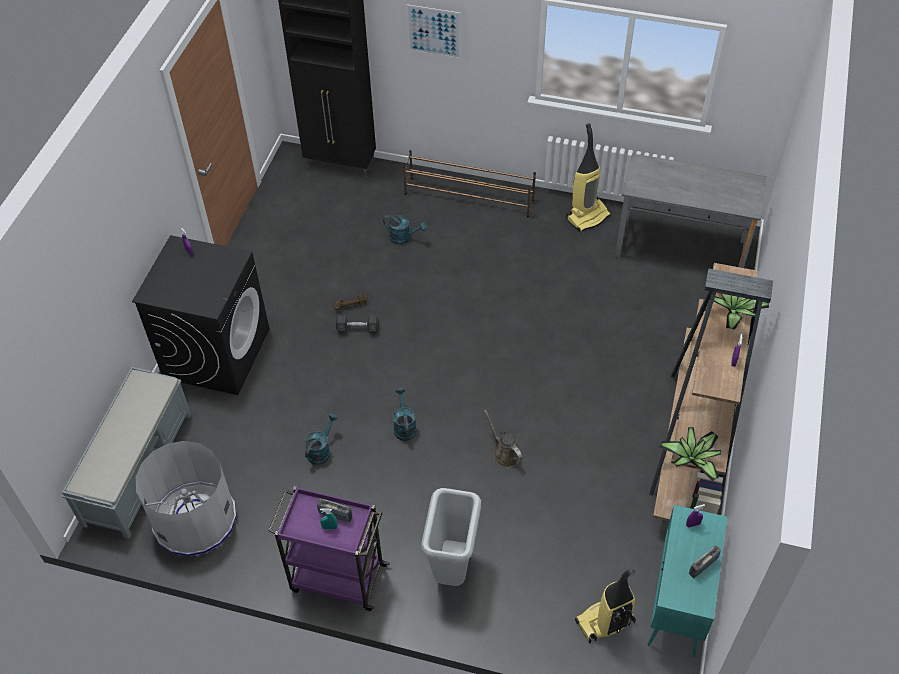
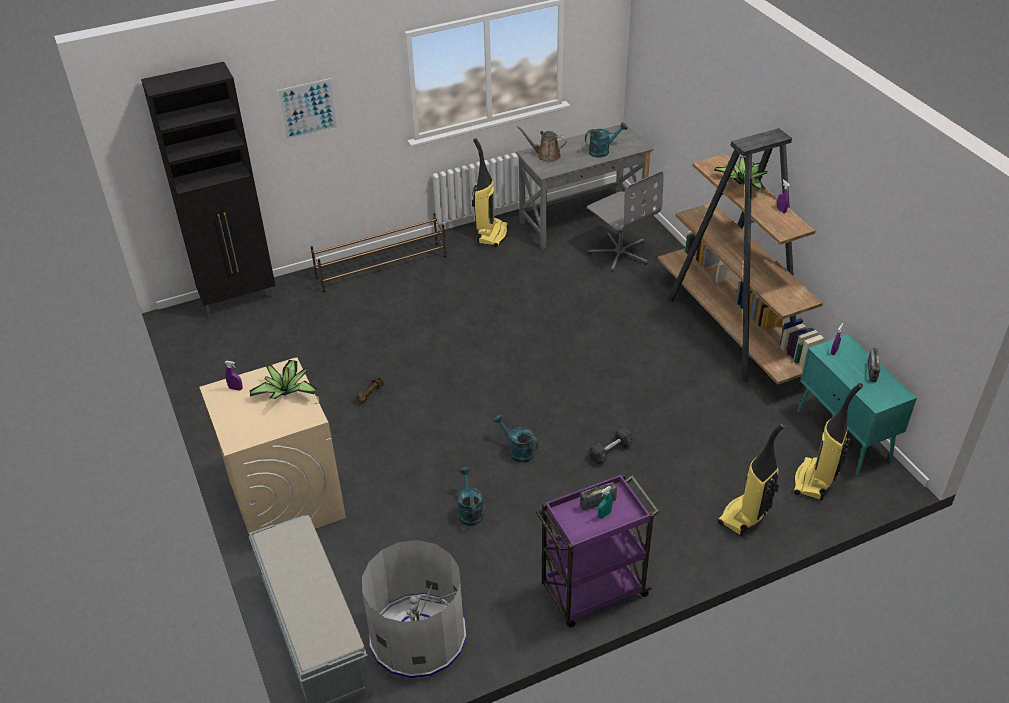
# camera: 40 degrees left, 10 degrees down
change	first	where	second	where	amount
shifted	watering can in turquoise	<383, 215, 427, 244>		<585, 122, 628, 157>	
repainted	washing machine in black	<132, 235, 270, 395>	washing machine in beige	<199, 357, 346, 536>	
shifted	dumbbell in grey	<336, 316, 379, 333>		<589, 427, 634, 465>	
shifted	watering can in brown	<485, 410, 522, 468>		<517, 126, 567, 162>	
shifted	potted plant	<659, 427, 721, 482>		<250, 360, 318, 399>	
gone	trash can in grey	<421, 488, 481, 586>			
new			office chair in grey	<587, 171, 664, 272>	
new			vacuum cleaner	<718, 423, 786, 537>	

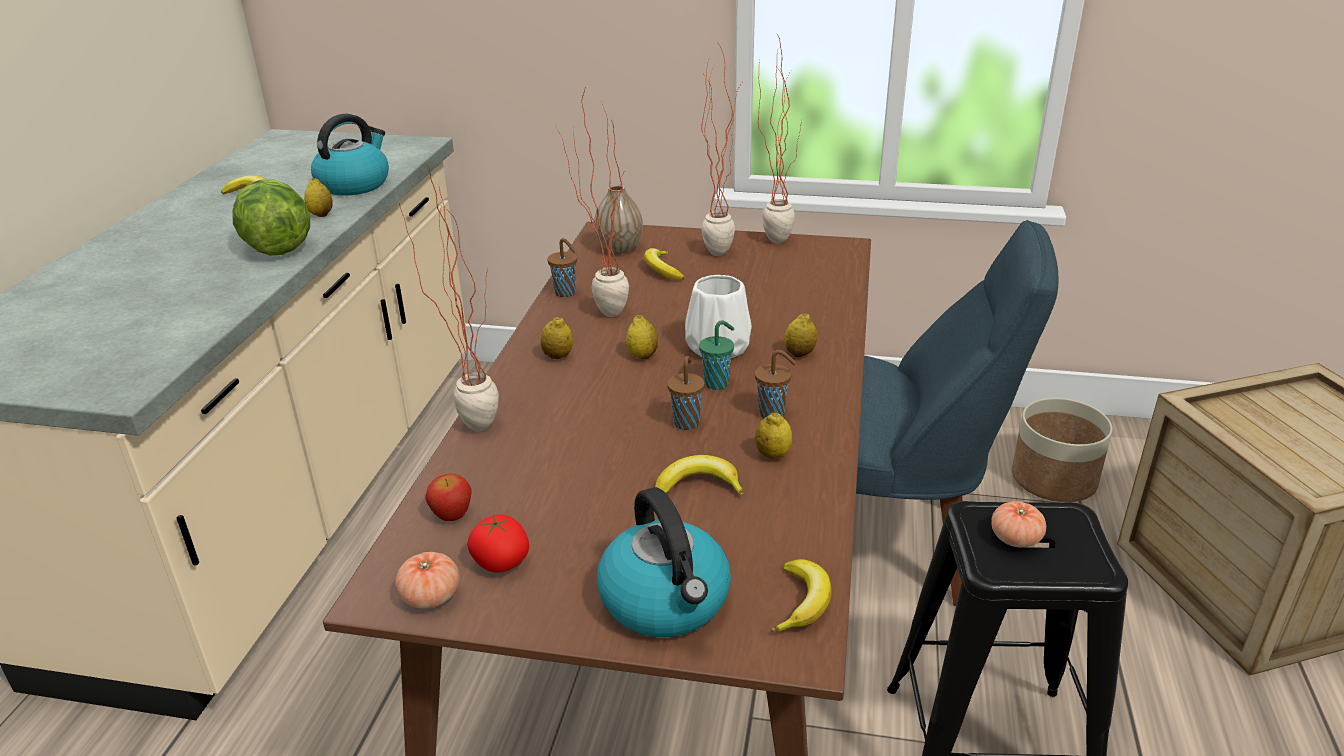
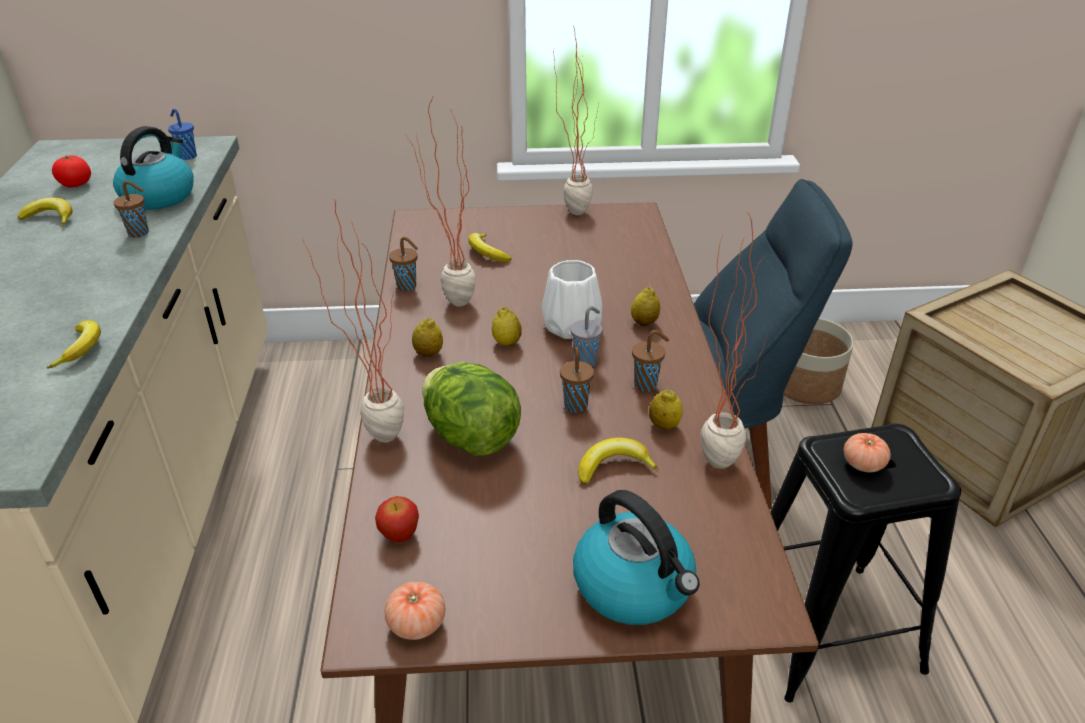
# camera: 15 degrees left, 5 degrees up
change	first	where	second	where	amount
shifted	potted plant	<701, 41, 742, 256>		<700, 212, 767, 469>	
swapped	lemon	<304, 179, 333, 217>	cup in brown	<113, 181, 149, 238>	
shifted	lettuce	<232, 180, 310, 255>		<422, 362, 521, 456>	
gone	vase	<594, 185, 643, 254>			
repainted	cup in green	<699, 320, 734, 390>	cup in grey	<570, 306, 603, 367>	
shifted	tomato	<467, 514, 529, 573>		<52, 155, 91, 188>	
shifted	banana	<771, 559, 832, 632>		<47, 320, 101, 369>	
new			cup in blue	<168, 109, 197, 160>	

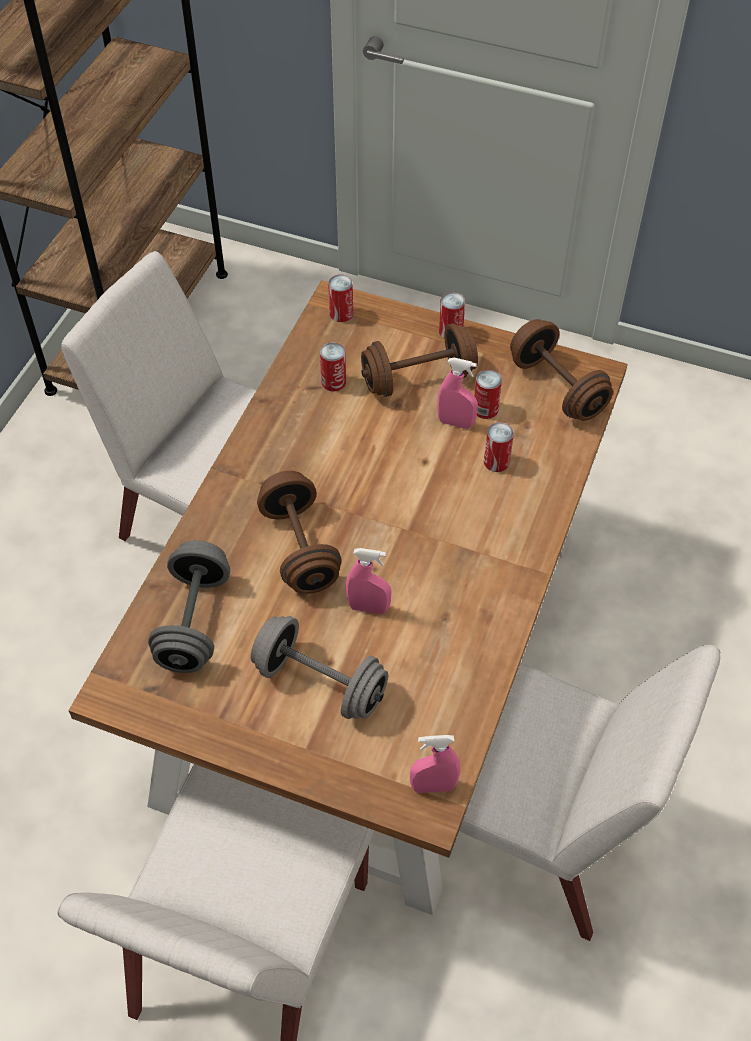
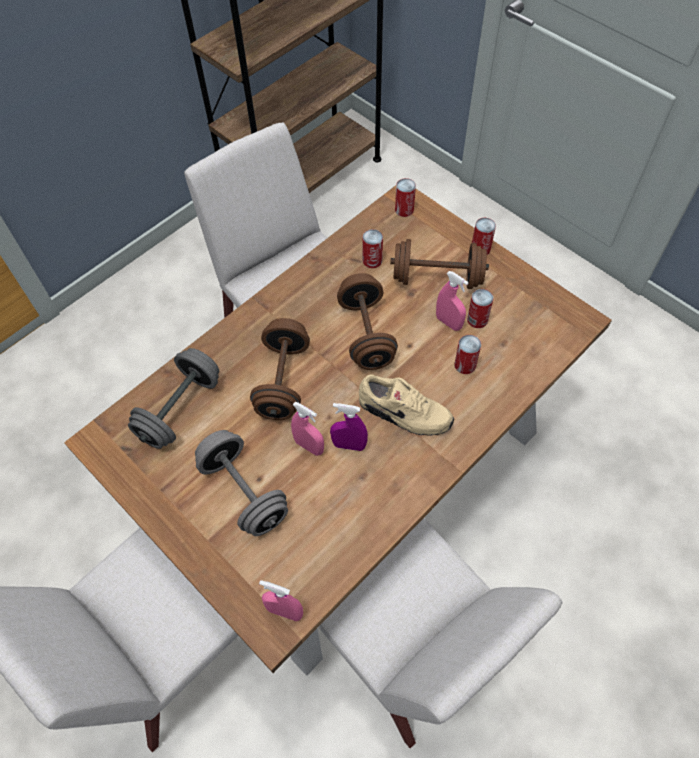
# camera: 25 degrees right, 5 degrees up
change	first	where	second	where	amount
shifted	dumbbell in brown	<510, 319, 613, 421>		<337, 273, 398, 370>	
new			shoe in beige	<359, 374, 454, 436>	
new			spray bottle in purple	<330, 403, 368, 451>	

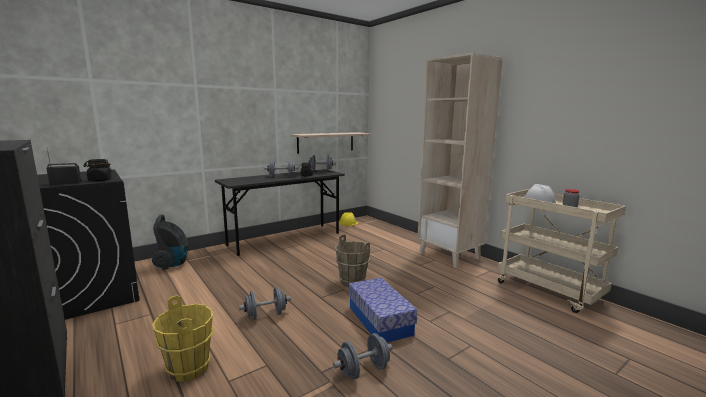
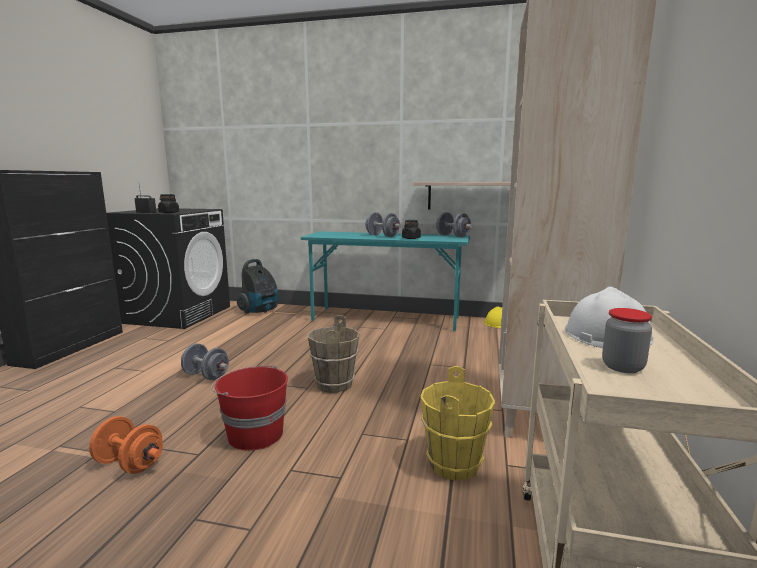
# camera: 50 degrees right, 0 degrees up
change	first	where	second	where	amount
repainted	desk in grey	<215, 169, 345, 256>	desk in turquoise	<301, 231, 470, 331>	
swapped	storage box	<349, 277, 418, 343>	bucket in red	<211, 365, 288, 451>	
shifted	bucket in yellow	<152, 295, 213, 382>		<420, 366, 495, 481>	
repainted	dumbbell in grey	<333, 333, 393, 380>	dumbbell in orange	<89, 416, 163, 474>	

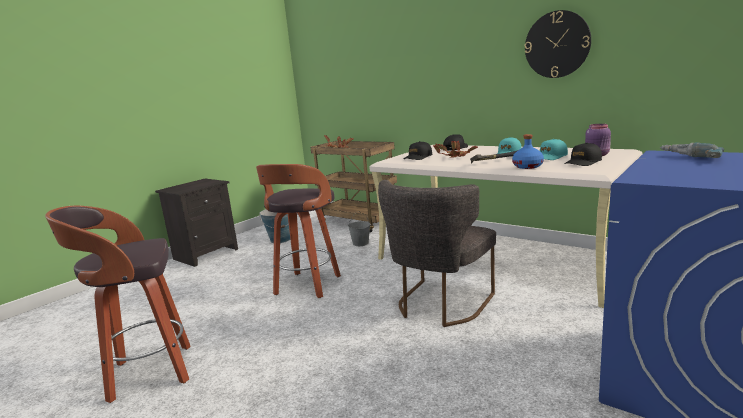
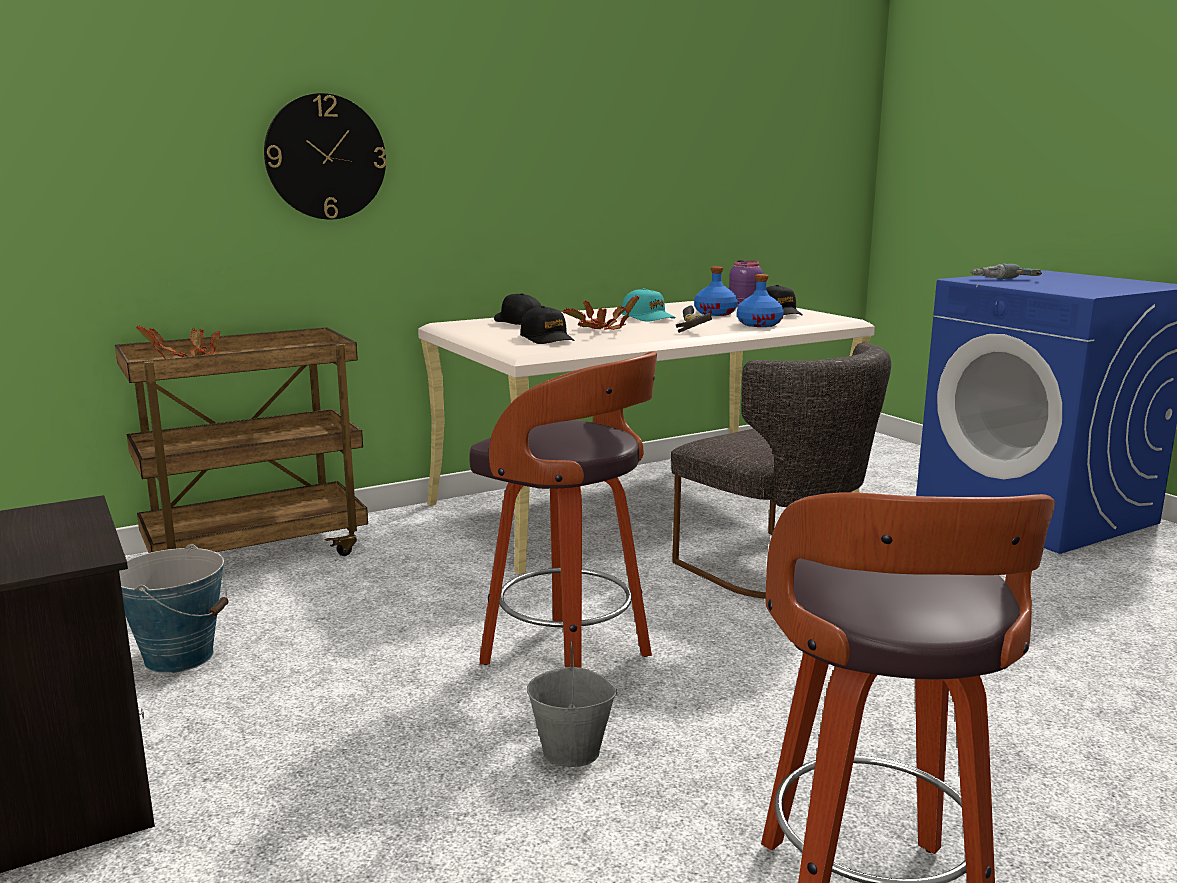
# camera: 70 degrees left, 0 degrees up
change	first	where	second	where	amount
shifted	wall clock	<525, 10, 591, 78>		<264, 93, 386, 220>	
swapped	cap in turquoise	<540, 139, 568, 160>	bottle in blue	<694, 266, 738, 316>	
shifted	bucket in grey	<348, 211, 370, 246>		<527, 642, 617, 767>	

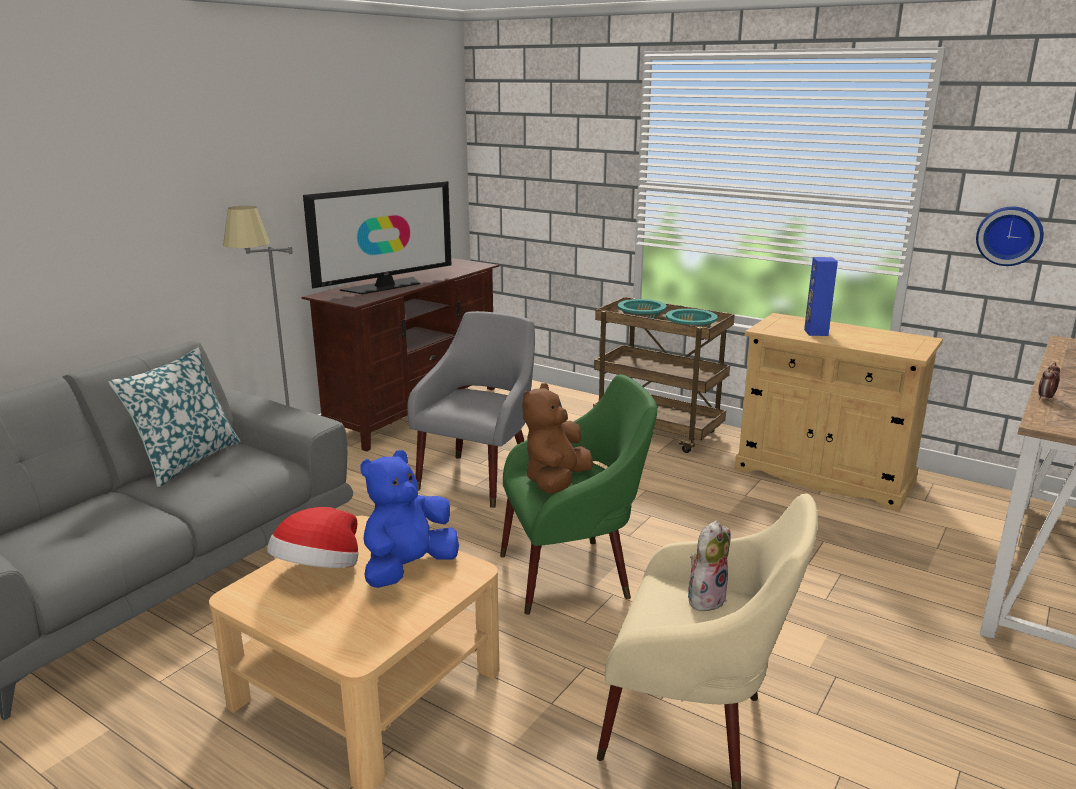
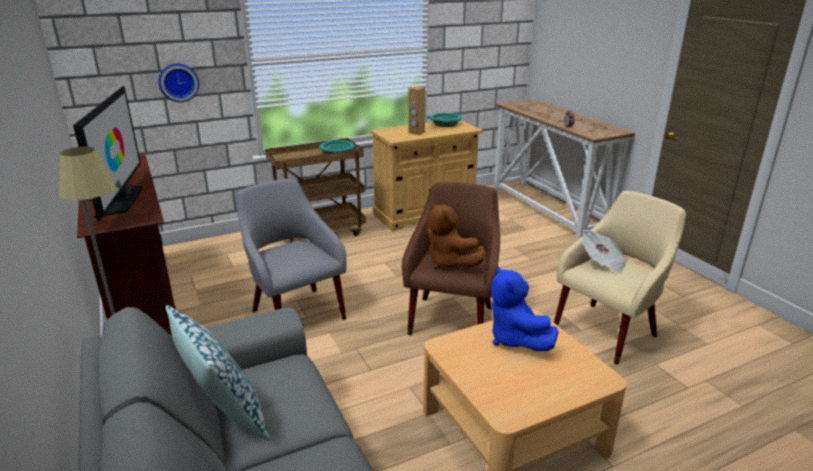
# camera: 60 degrees left, 5 degrees up
change	first	where	second	where	amount
shifted	wall clock	<976, 207, 1044, 266>		<158, 63, 199, 102>	
repainted	speaker in blue	<804, 257, 838, 336>	speaker in brown	<408, 86, 425, 135>	
shifted	bowl in turquoise	<618, 299, 667, 319>		<430, 113, 462, 127>	
repainted	armchair in green	<500, 374, 657, 615>	armchair in brown	<402, 182, 500, 335>	
gone	hat	<267, 507, 359, 568>			
swapped	plush toy	<688, 520, 731, 611>	newspaper	<582, 230, 627, 274>	

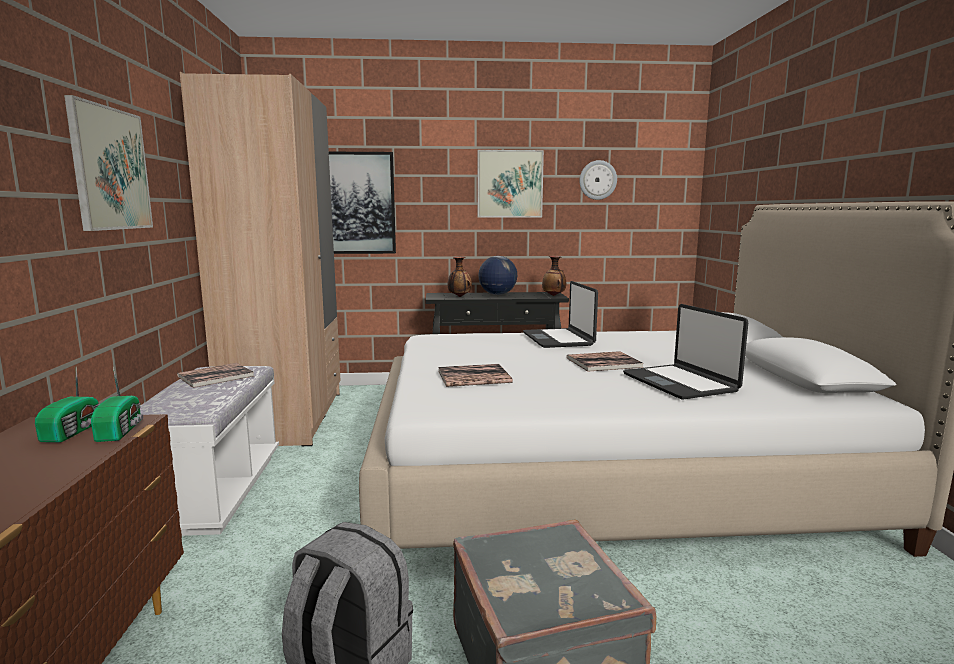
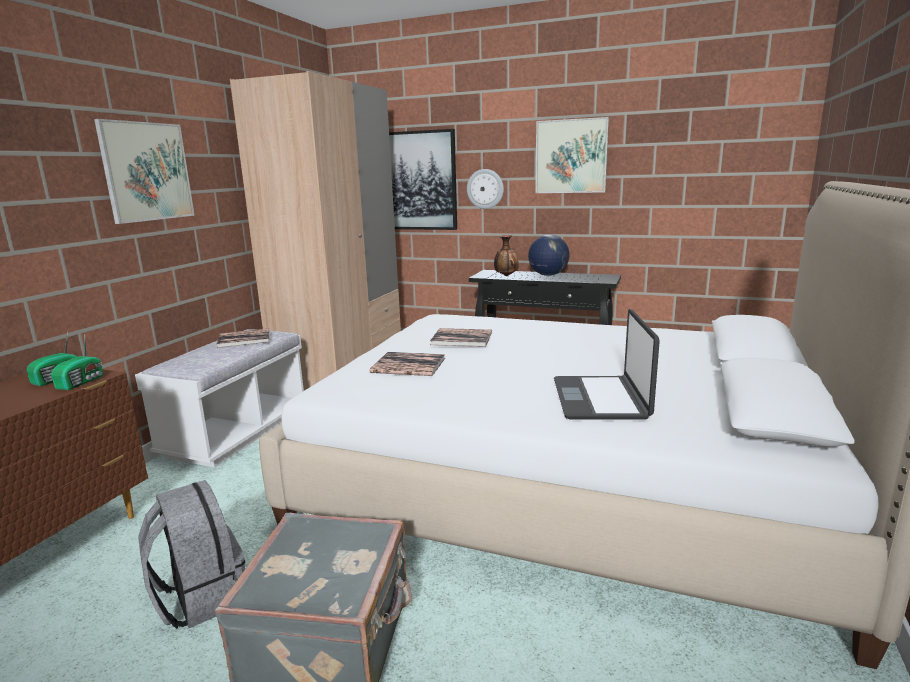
# camera: 25 degrees right, 5 degrees up
change	first	where	second	where	amount
shifted	wall clock	<579, 160, 617, 200>		<467, 169, 504, 209>	
gone	vase	<542, 256, 566, 296>			
gone	laptop	<523, 281, 598, 348>			
shifted	book	<567, 351, 644, 372>		<430, 328, 492, 347>	

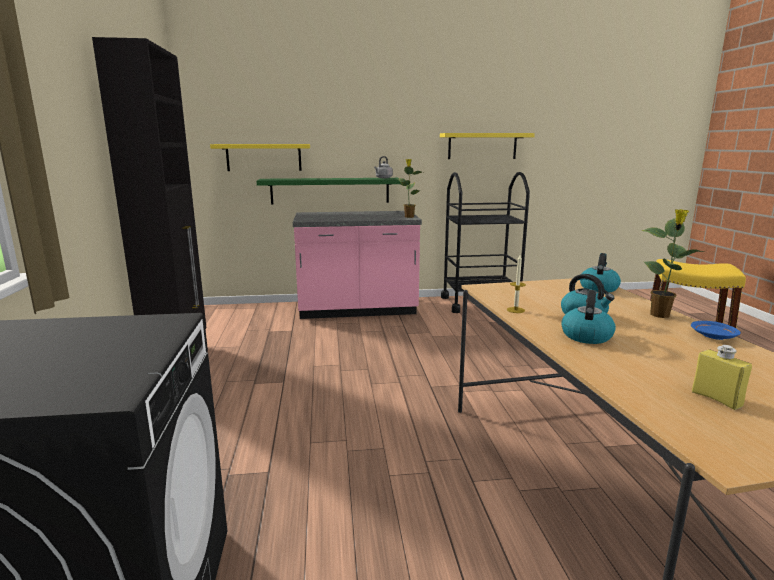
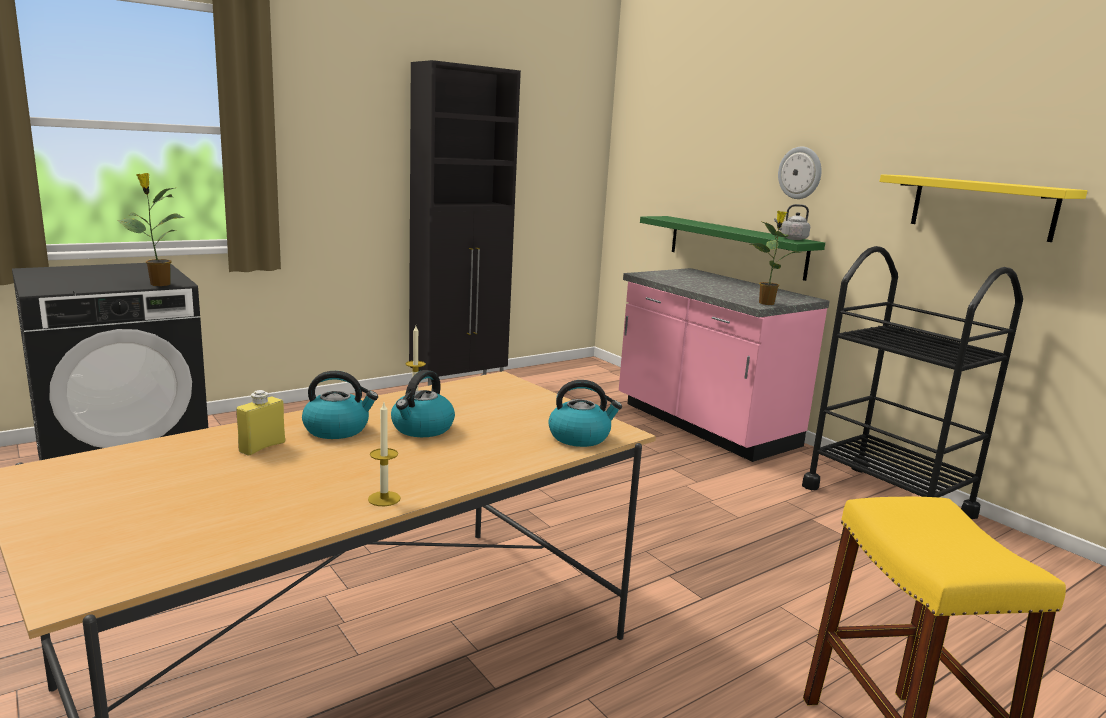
# camera: 60 degrees right, 0 degrees up
change	first	where	second	where	amount
gone	shelf in yellow	<210, 144, 310, 171>			
shifted	potted plant	<642, 209, 704, 318>		<117, 173, 185, 286>	
swapped	plate in blue	<691, 321, 741, 340>	candle	<368, 403, 401, 506>	
shifted	bottle in yellow	<692, 345, 752, 410>		<236, 390, 285, 455>	
new			wall clock	<778, 147, 822, 199>	

